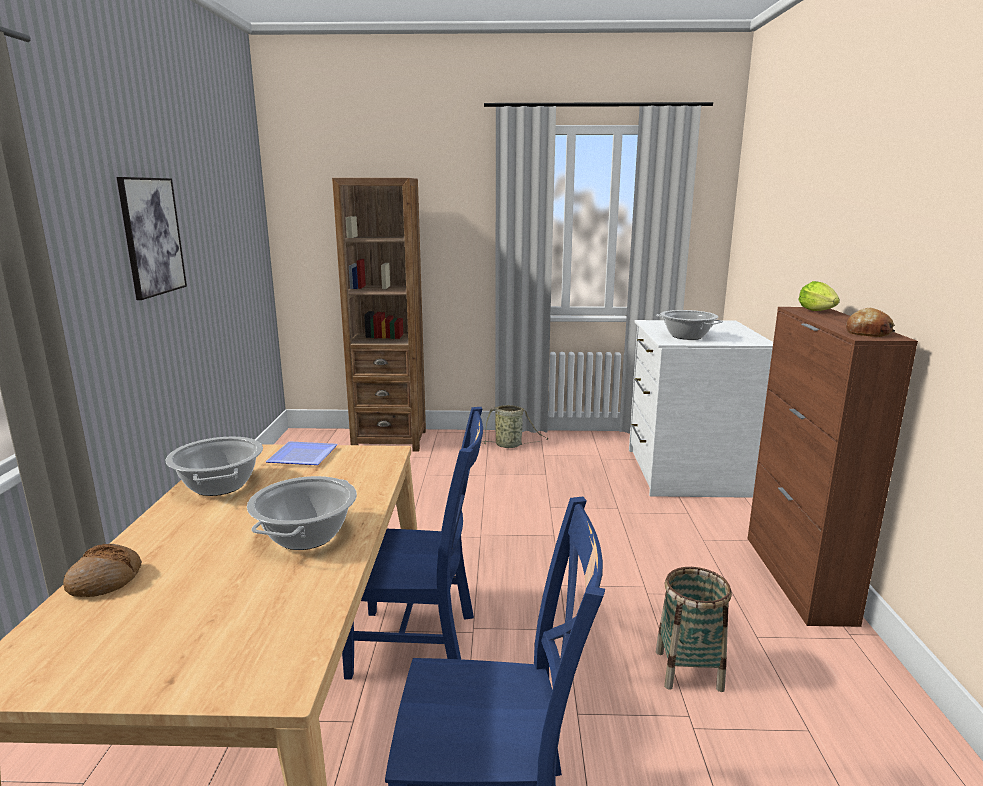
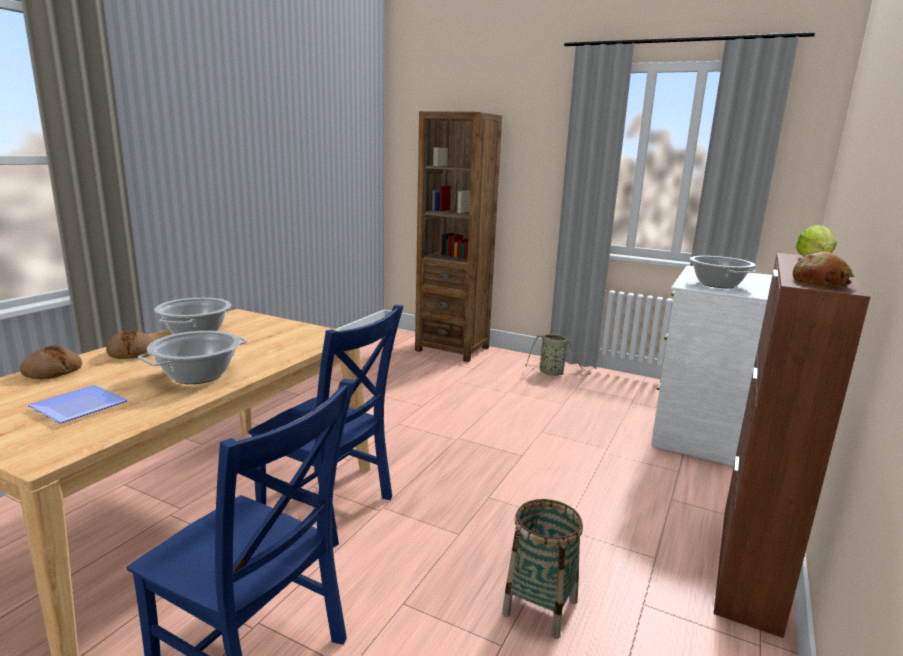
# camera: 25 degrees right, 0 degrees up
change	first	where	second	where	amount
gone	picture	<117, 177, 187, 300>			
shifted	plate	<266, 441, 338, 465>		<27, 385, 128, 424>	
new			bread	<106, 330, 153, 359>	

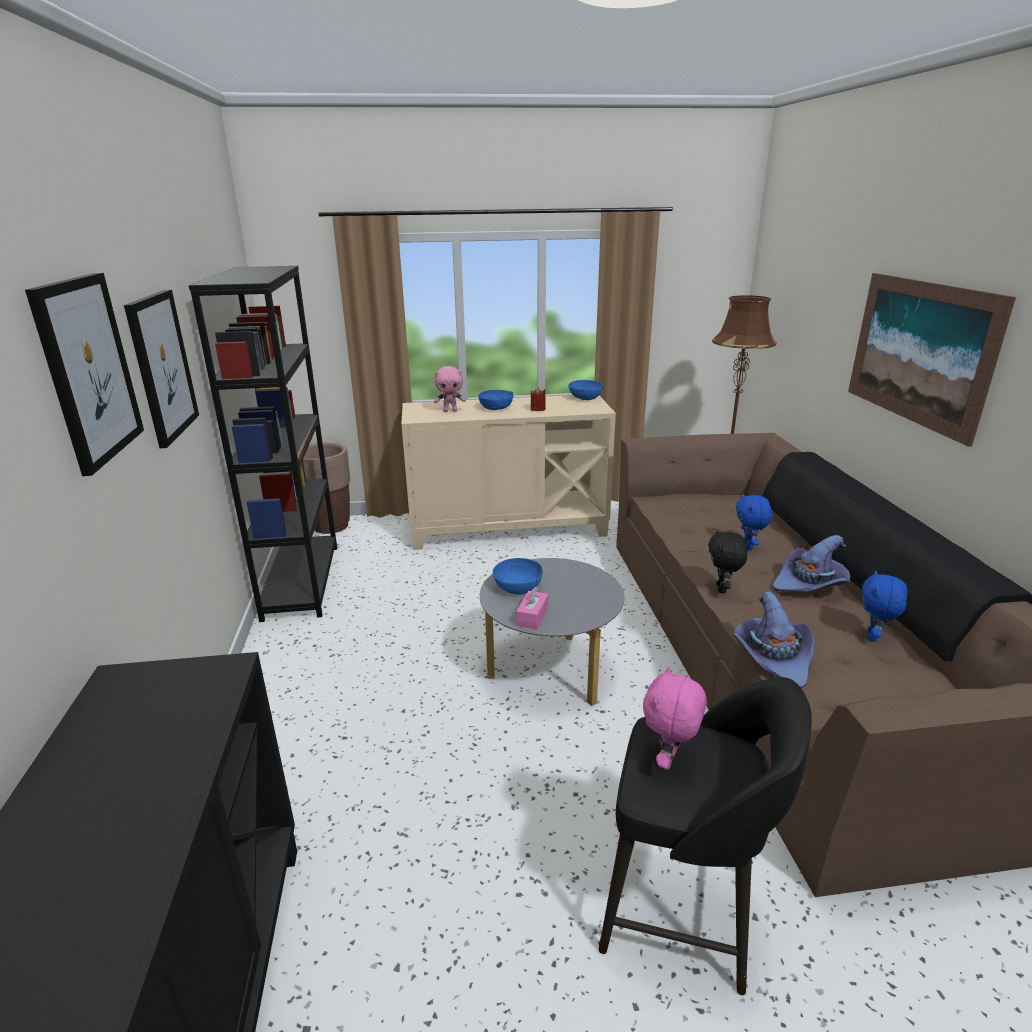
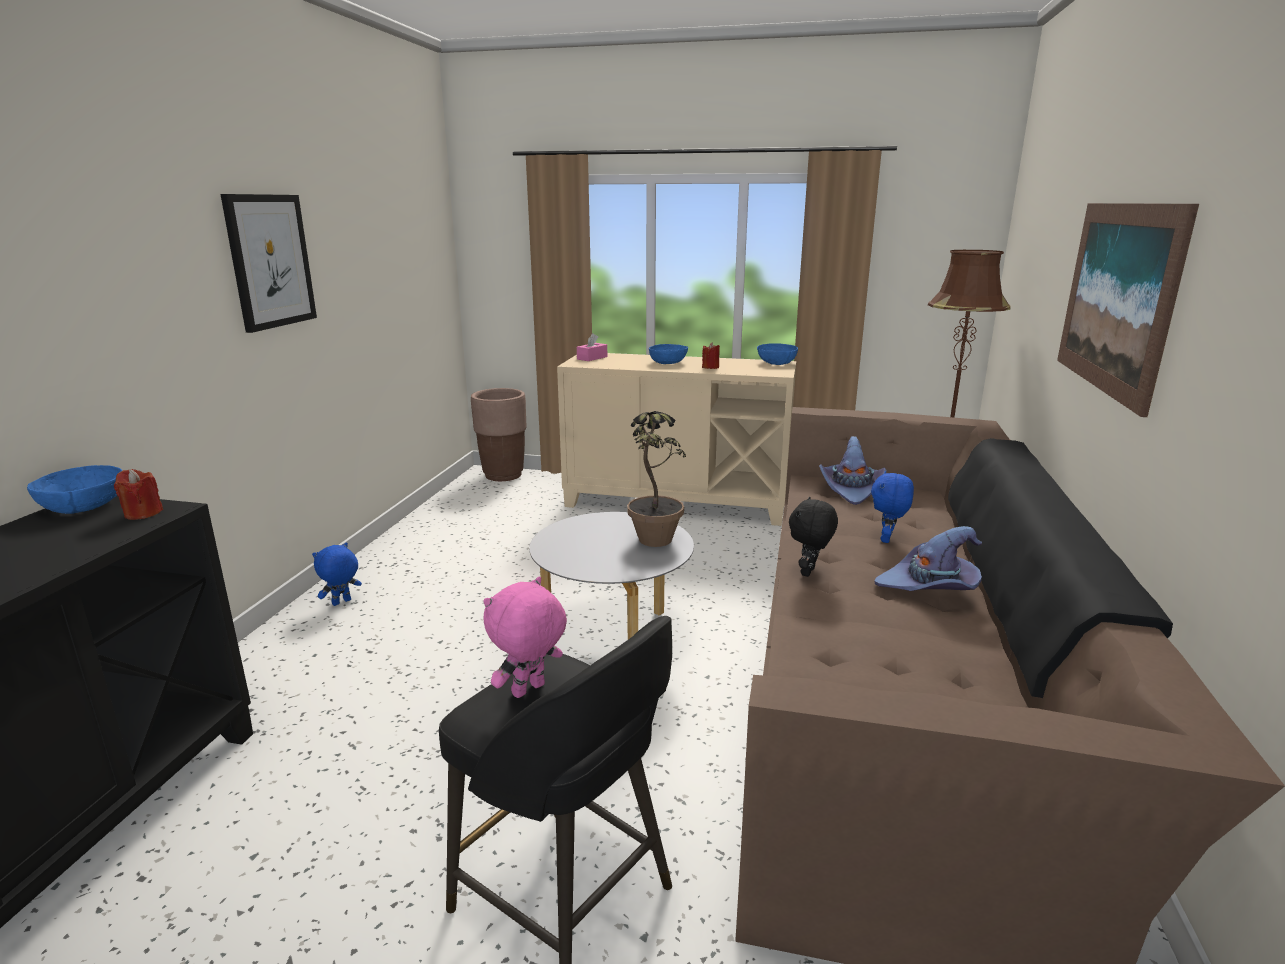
# camera: 20 degrees right, 5 degrees down
change	first	where	second	where	amount
gone	bookcase in black	<189, 266, 337, 622>			
gone	picture	<25, 273, 144, 476>			
gone	plush toy in pink	<434, 366, 466, 412>			
shifted	bowl in blue	<493, 558, 543, 594>		<27, 465, 123, 514>	
shifted	plush toy in blue	<862, 570, 908, 642>		<312, 543, 362, 606>	
shifted	tissue box in pink	<516, 586, 548, 630>		<577, 333, 607, 361>	
shifted	hat in purple	<733, 591, 815, 689>		<819, 436, 887, 505>	
new			potted plant	<627, 411, 686, 547>	
new			candle in red	<114, 469, 163, 520>	

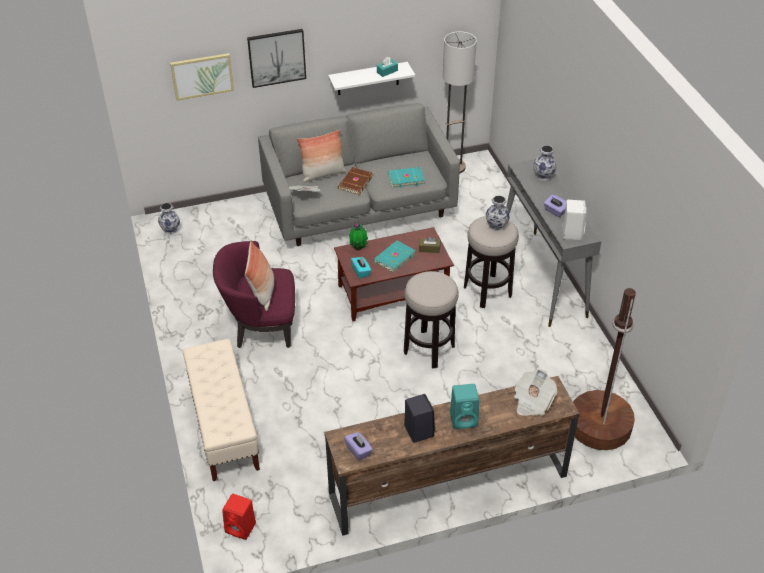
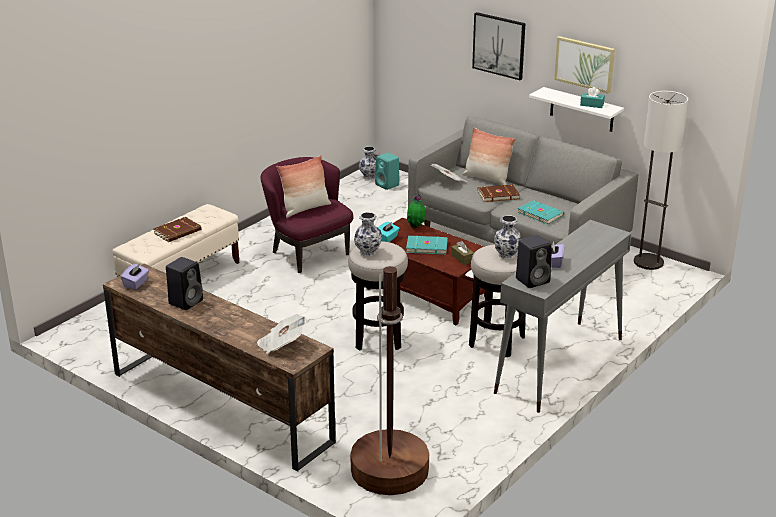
# camera: 55 degrees right, 15 degrees down
change	first	where	second	where	amount
shifted	picture	<170, 53, 234, 101>		<554, 36, 615, 93>	
shifted	vase	<533, 145, 557, 181>		<354, 212, 382, 256>	
repainted	speaker in white	<562, 200, 586, 241>	speaker in black	<516, 235, 551, 288>	
shifted	speaker in turquoise	<450, 384, 479, 429>		<375, 153, 399, 190>	
gone	speaker in red	<222, 494, 256, 540>			
new			book in brown	<154, 217, 202, 242>	

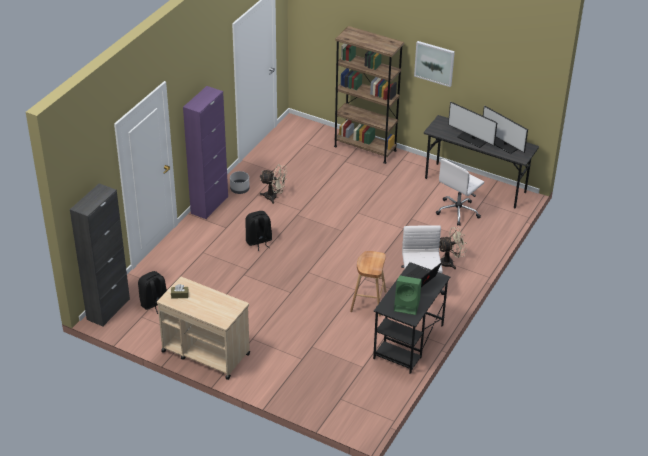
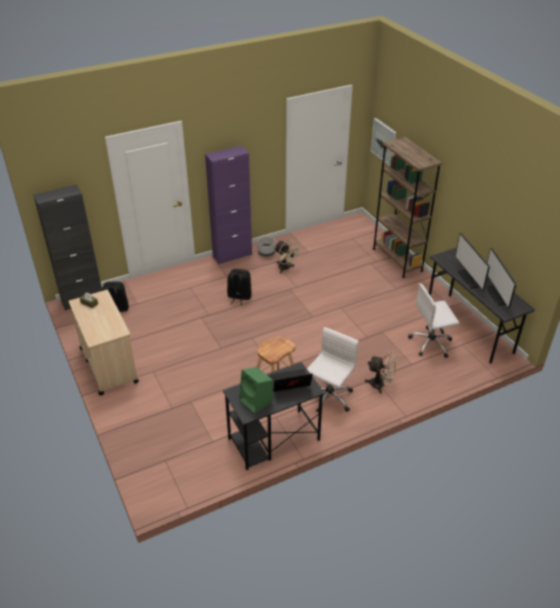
# camera: 35 degrees right, 0 degrees up
change	first	where	second	where	amount
shifted	picture	<414, 41, 455, 87>		<371, 118, 397, 166>	

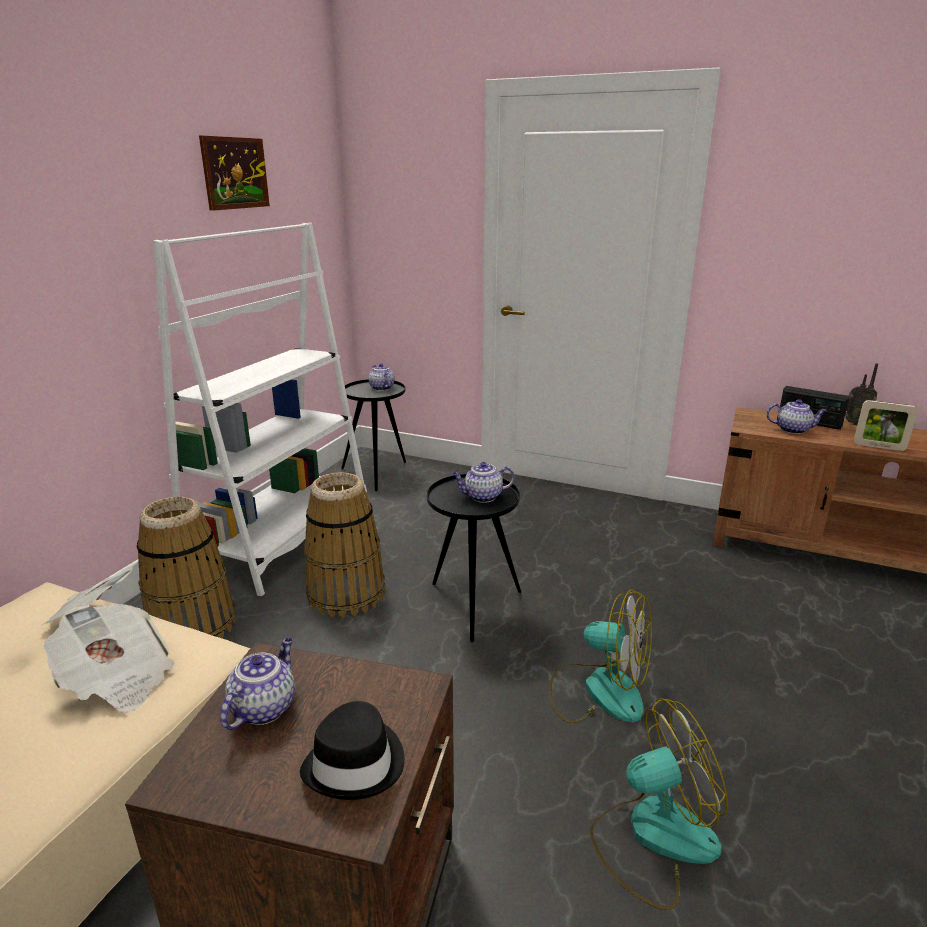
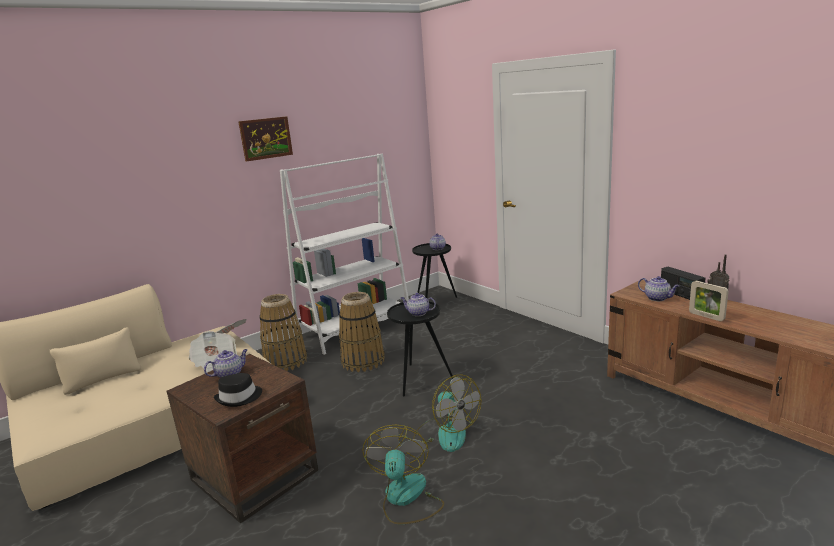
# camera: 30 degrees right, 5 degrees down
change	first	where	second	where	amount
shifted	picture	<199, 135, 270, 211>		<238, 116, 293, 162>	
rotated	fan	<590, 698, 728, 910>		<362, 425, 444, 524>	105 degrees counterclockwise

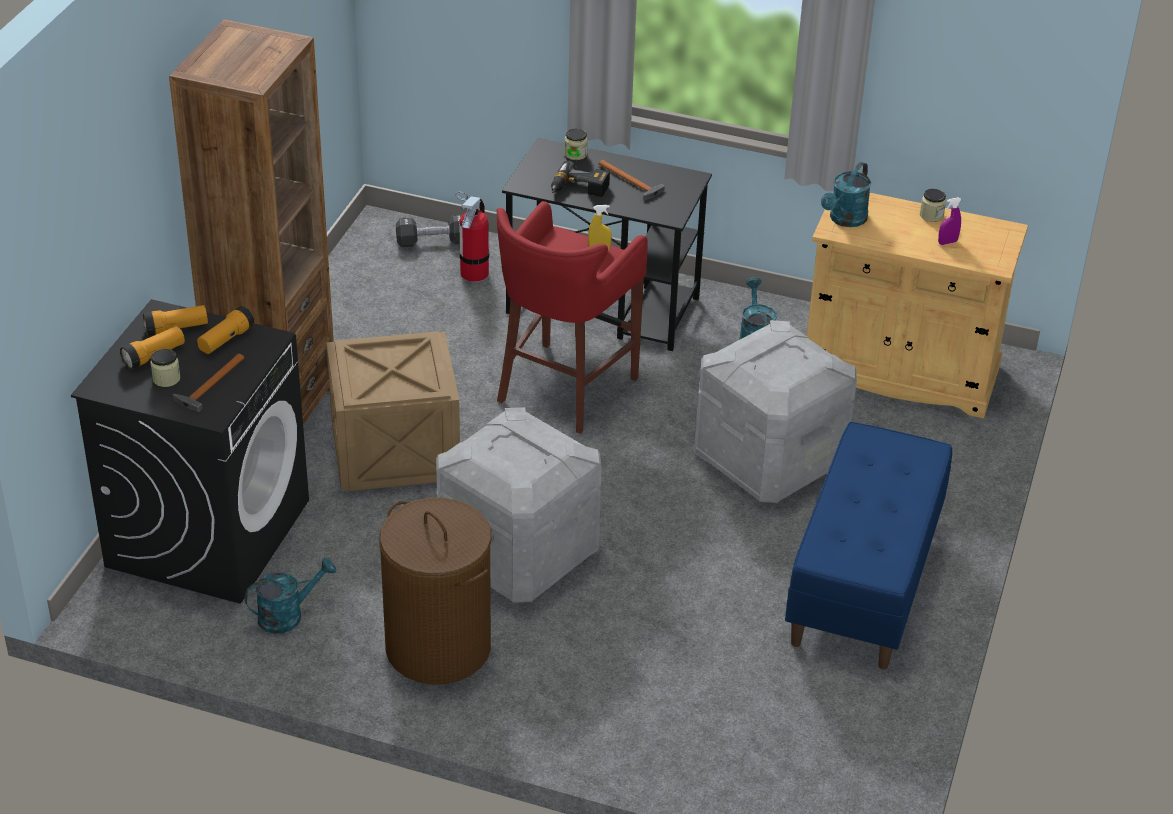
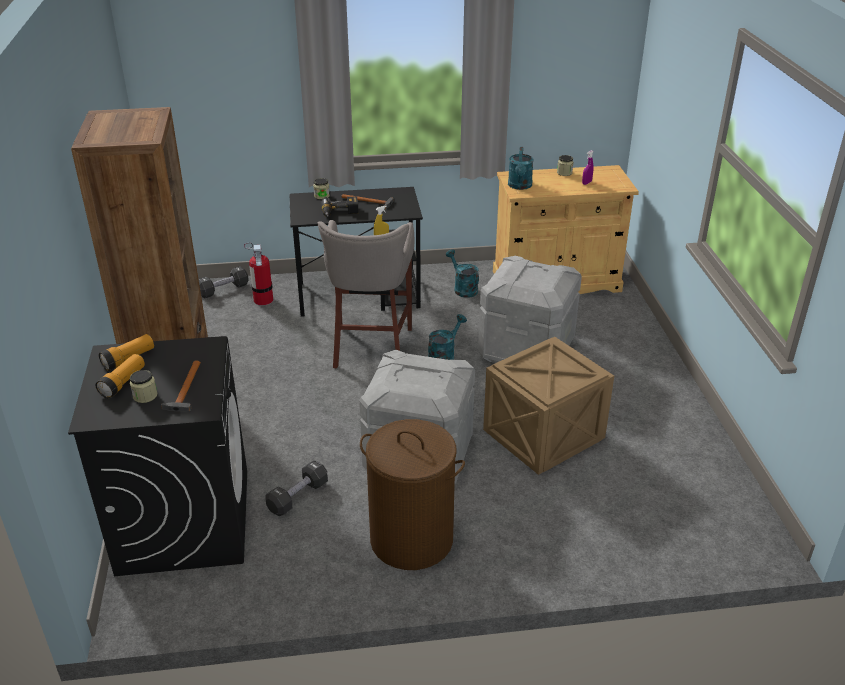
# camera: 25 degrees left, 5 degrees down
change	first	where	second	where	amount
repainted	stool in red	<497, 201, 648, 434>	stool in grey	<317, 220, 414, 368>	
gone	flashlight	<197, 306, 254, 354>			
shifted	crate	<326, 331, 460, 491>		<483, 337, 614, 475>	
gone	bench in blue	<785, 422, 952, 670>			
shifted	watering can in turquoise	<245, 558, 336, 634>		<428, 314, 467, 360>	
new			dumbbell in black	<265, 460, 328, 516>	

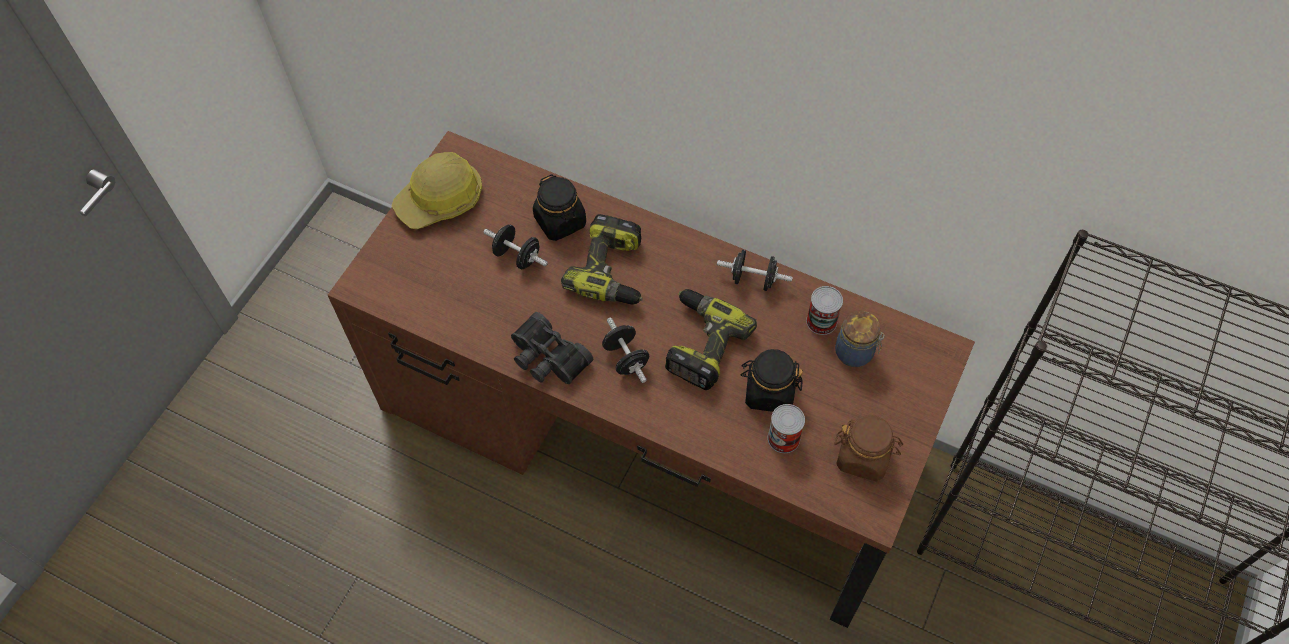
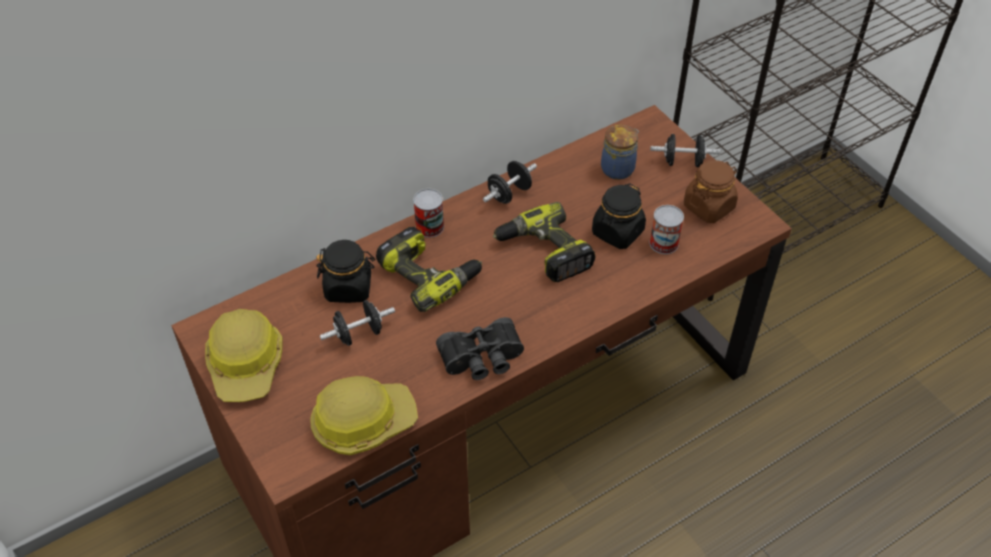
# camera: 60 degrees left, 10 degrees down
change	first	where	second	where	amount
shifted	can	<806, 286, 843, 335>		<413, 189, 444, 238>	
shifted	dumbbell in black	<602, 318, 649, 383>		<650, 134, 720, 167>	
new			hard hat	<310, 376, 418, 455>	

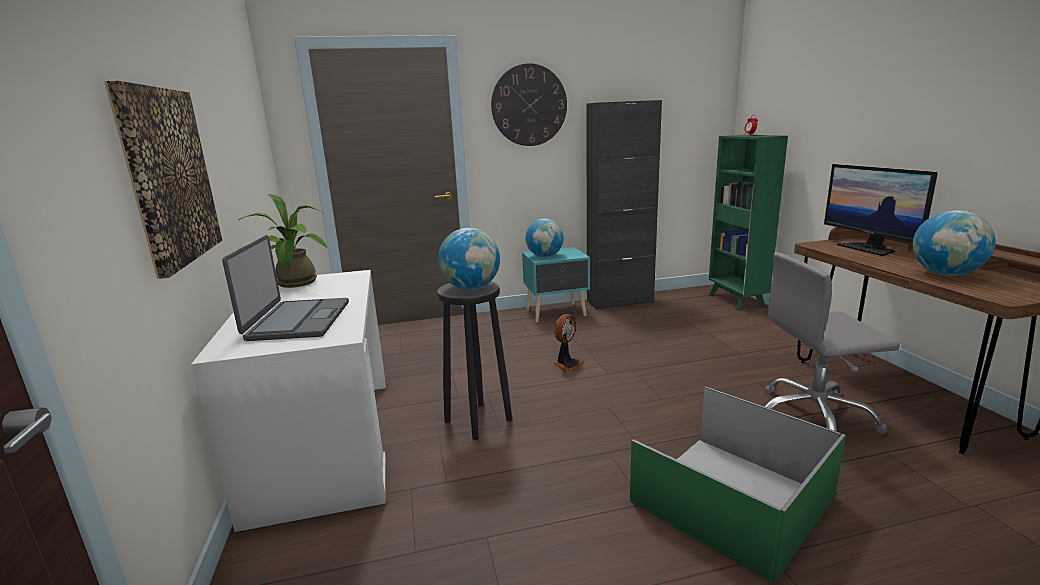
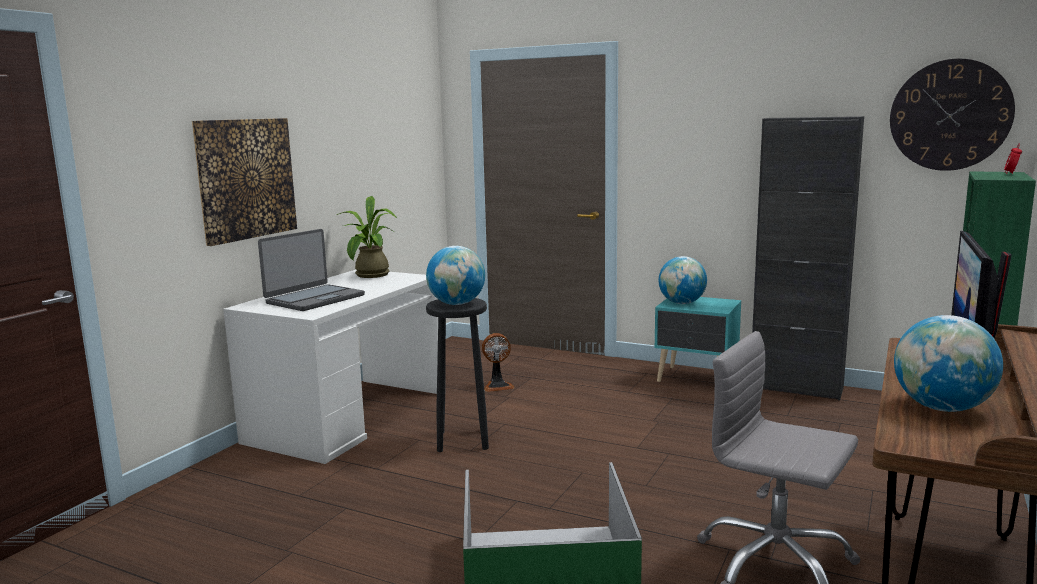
# camera: 40 degrees right, 5 degrees down
change	first	where	second	where	amount
shifted	wall clock	<491, 63, 567, 146>		<890, 58, 1015, 171>	
shifted	fan	<554, 314, 585, 373>		<482, 333, 515, 392>	

